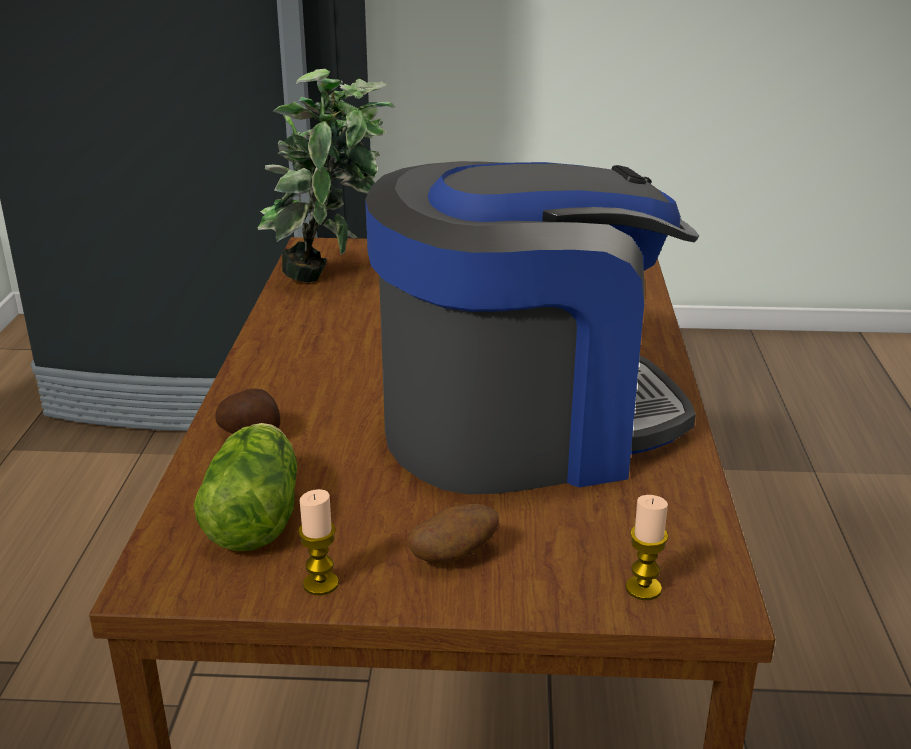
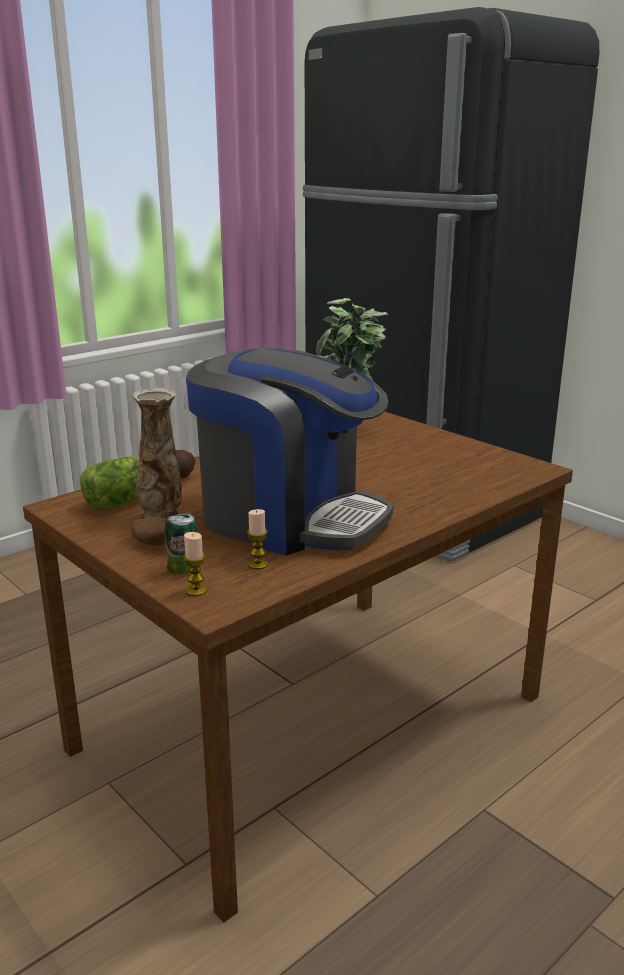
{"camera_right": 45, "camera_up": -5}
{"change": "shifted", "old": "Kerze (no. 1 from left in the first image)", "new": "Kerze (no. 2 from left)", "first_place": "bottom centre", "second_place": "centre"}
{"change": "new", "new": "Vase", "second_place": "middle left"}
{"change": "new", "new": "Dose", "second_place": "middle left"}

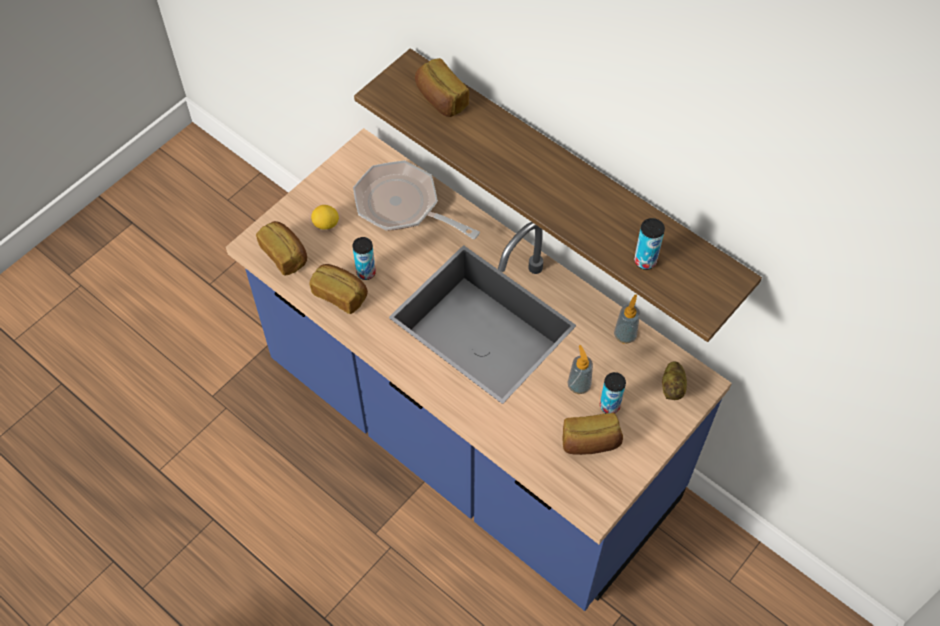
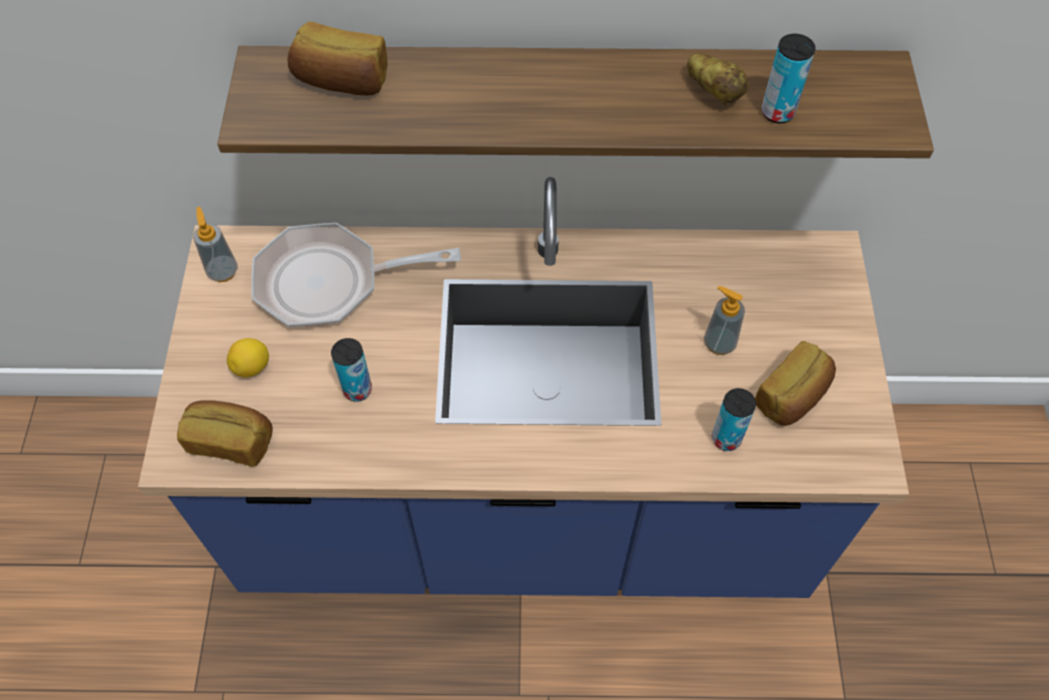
{"camera_right": -40, "camera_up": 0}
{"change": "gone", "old": "Brot (no. 2 from left)", "first_place": "centre"}
{"change": "shifted", "old": "Seifenspender (no. 2 from left in the first image)", "new": "Seifenspender (no. 1 from left)", "first_place": "middle right", "second_place": "middle left"}
{"change": "shifted", "old": "Kartoffel", "first_place": "middle right", "second_place": "top right"}
{"change": "shifted", "old": "Dose (no. 2 from left)", "first_place": "centre", "second_place": "middle right"}

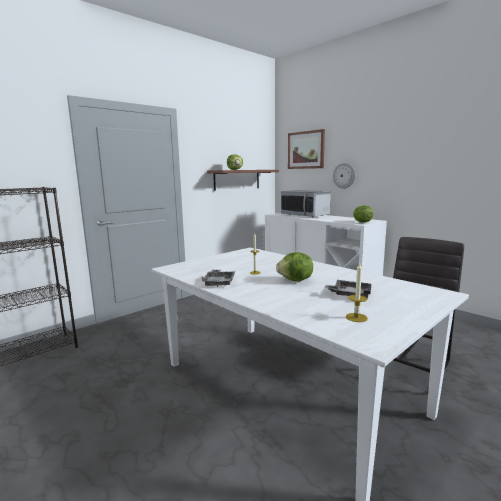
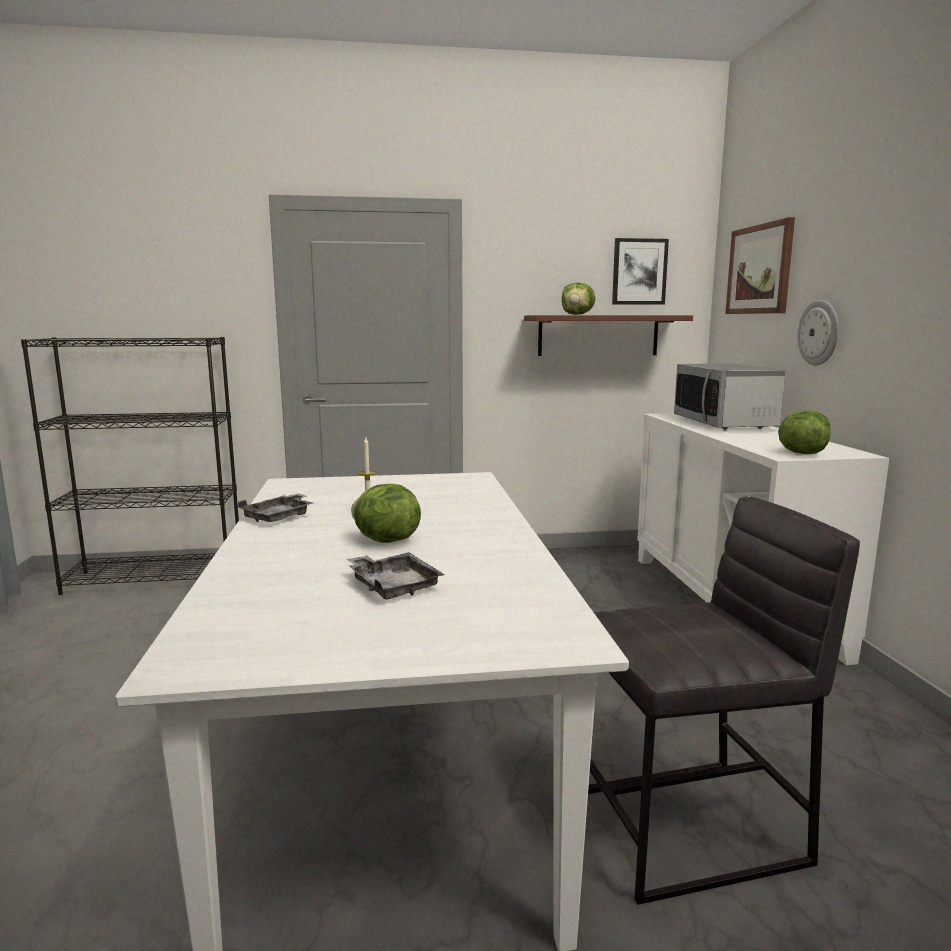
{"camera_right": 35, "camera_up": 0}
{"change": "gone", "old": "Kerze (no. 2 from left)", "first_place": "middle right"}
{"change": "new", "new": "Bild (no. 1 from left)", "second_place": "top right"}

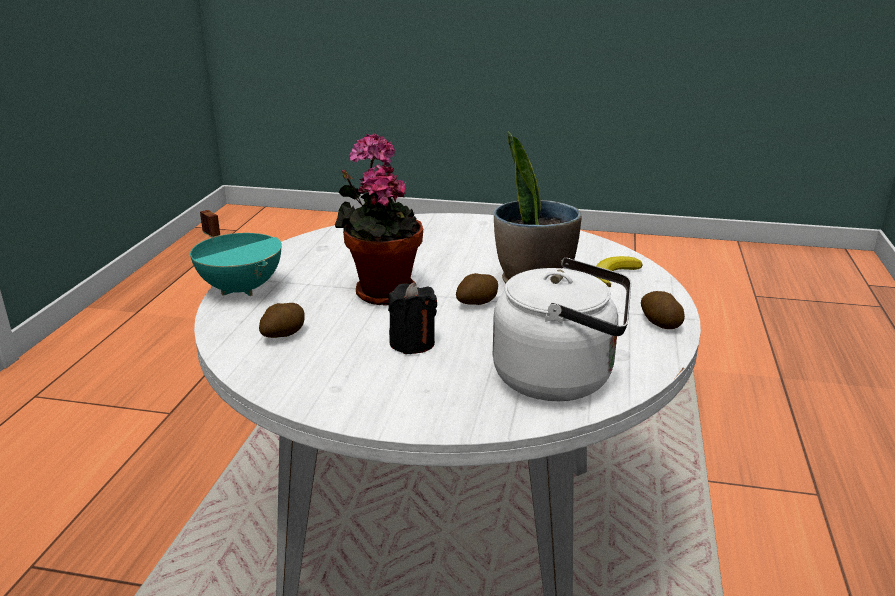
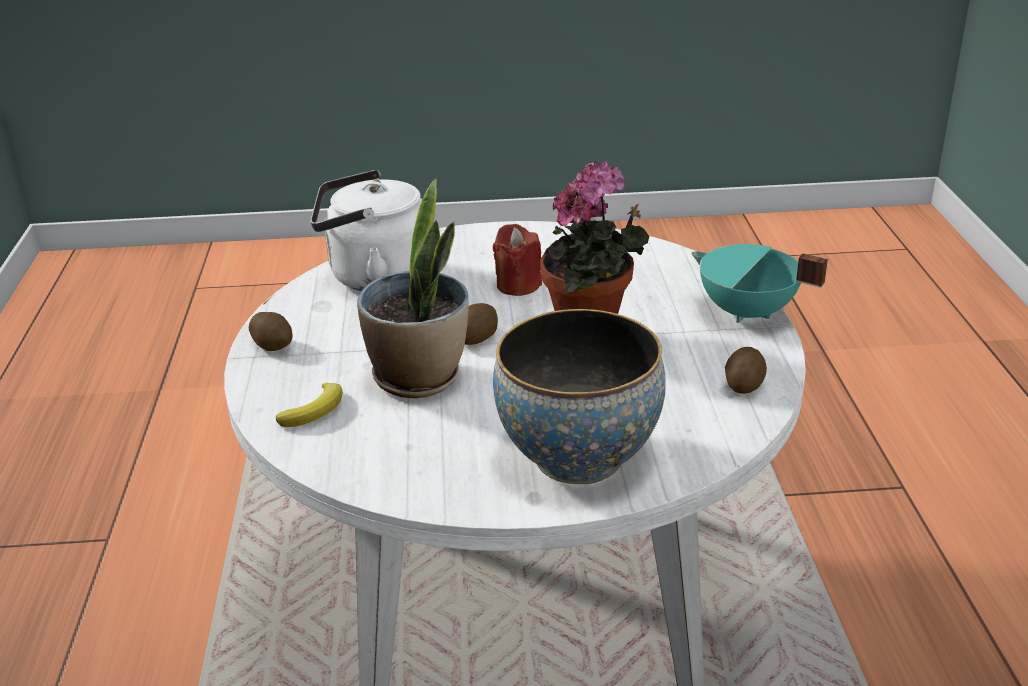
{"camera_right": 165, "camera_up": 5}
{"change": "repainted", "old": "Kerze/schwarz", "new": "Kerze/rot", "first_place": "centre", "second_place": "centre"}
{"change": "shifted", "old": "Kartoffel (no. 1 from left in the first image)", "new": "Kartoffel (no. 3 from left)", "first_place": "middle left", "second_place": "middle right"}
{"change": "new", "new": "Schüssel", "second_place": "centre"}

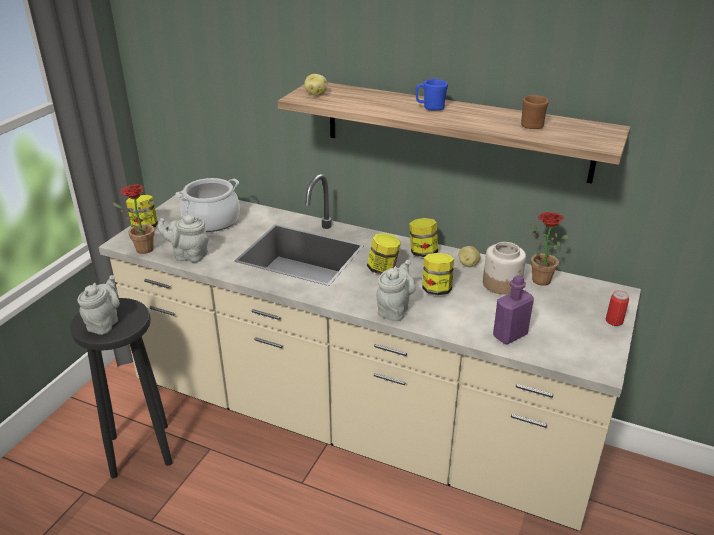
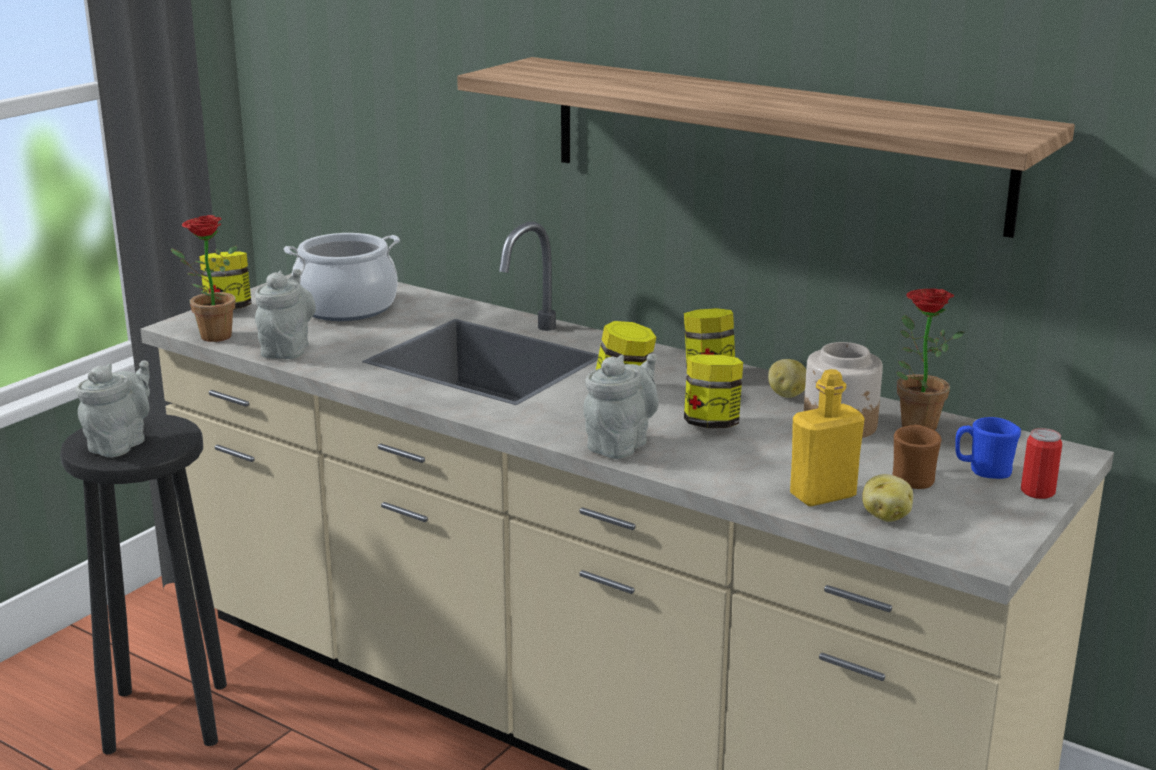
{"camera_right": 10, "camera_up": -10}
{"change": "shifted", "old": "Kartoffel (no. 1 from left in the first image)", "new": "Kartoffel (no. 2 from left)", "first_place": "top centre", "second_place": "middle right"}
{"change": "shifted", "old": "Henkelbecher/blau", "first_place": "top centre", "second_place": "middle right"}
{"change": "shifted", "old": "Henkelbecher/braun", "first_place": "top right", "second_place": "middle right"}
{"change": "rotated", "old": "Teekanne/grau (no. 2 from left)", "first_place": "middle left", "second_place": "middle left", "degrees": 75}
{"change": "repainted", "old": "Flasche/lila", "new": "Flasche/gelb", "first_place": "middle right", "second_place": "middle right"}

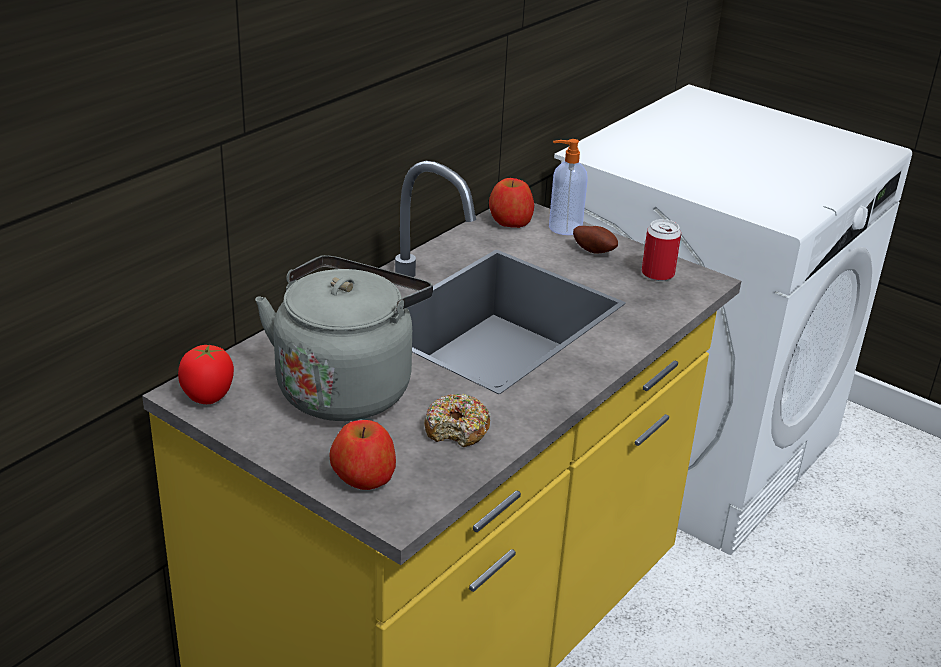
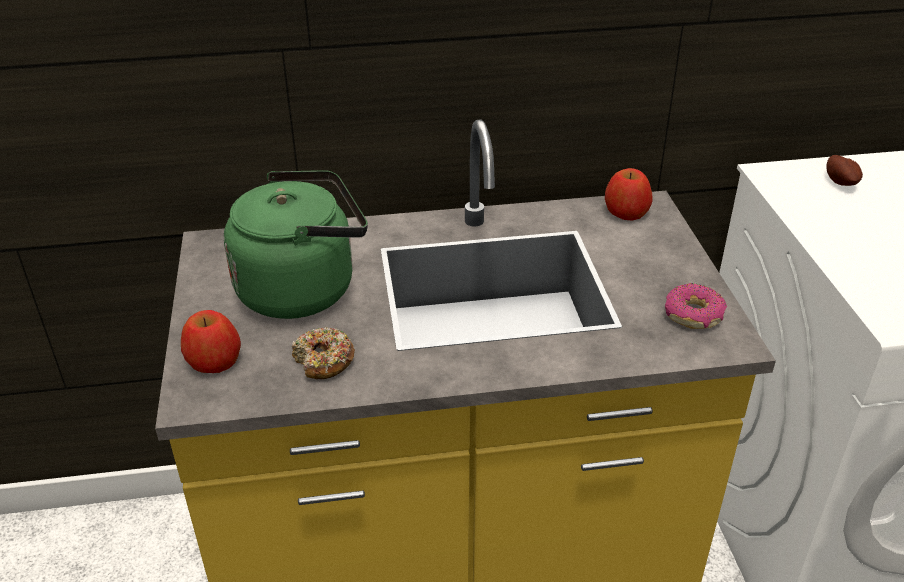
{"camera_right": 45, "camera_up": 5}
{"change": "gone", "old": "Seifenspender", "first_place": "top centre"}
{"change": "swapped", "old": "Dose", "new": "Donut (no. 2 from left)", "first_place": "middle right", "second_place": "middle right"}
{"change": "shifted", "old": "Kartoffel", "first_place": "centre", "second_place": "top right"}
{"change": "repainted", "old": "Wasserkessel/grau", "new": "Wasserkessel/grün", "first_place": "centre", "second_place": "middle left"}
{"change": "gone", "old": "Tomate", "first_place": "middle left"}

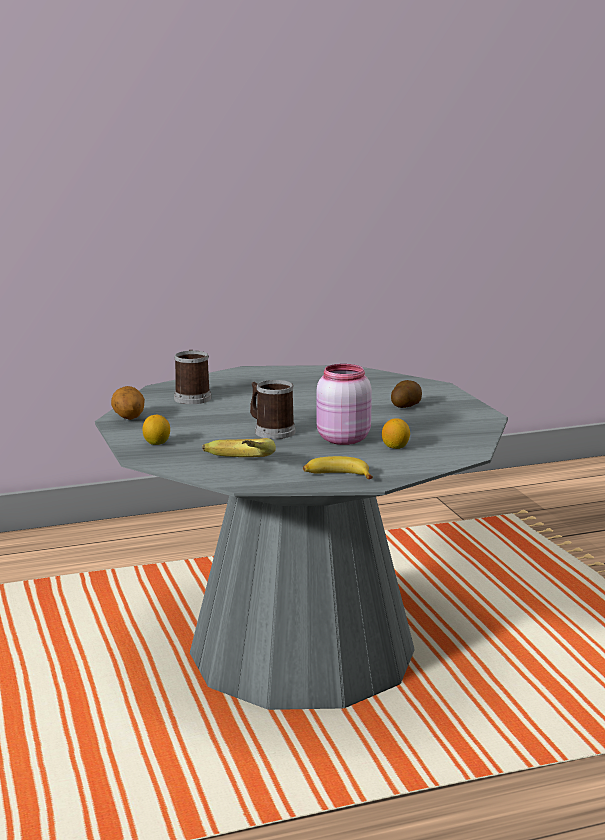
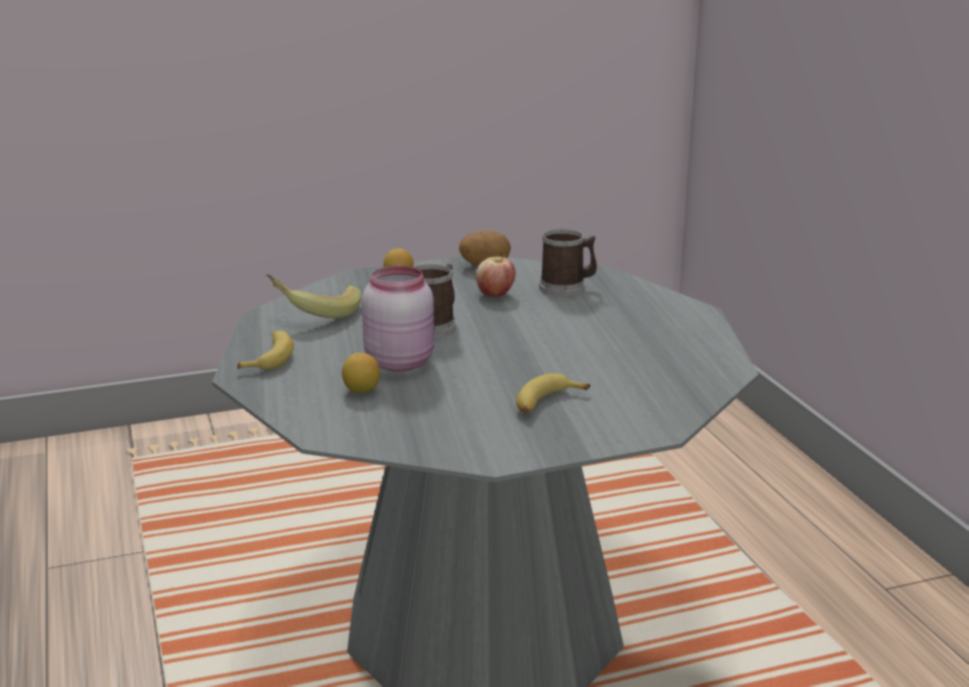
{"camera_right": 90, "camera_up": 5}
{"change": "swapped", "old": "Kartoffel (no. 2 from left)", "new": "Banane (no. 3 from left)", "first_place": "middle right", "second_place": "centre"}
{"change": "new", "new": "Apfel", "second_place": "centre"}

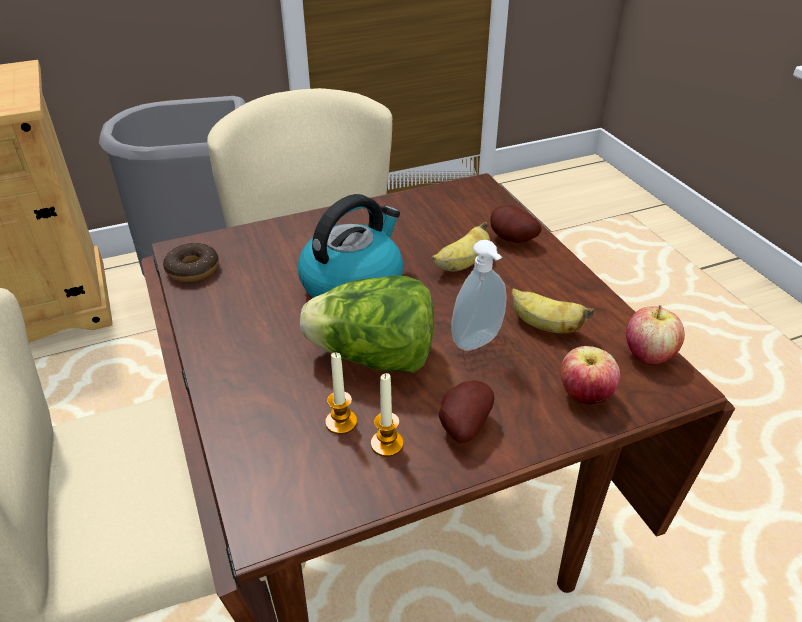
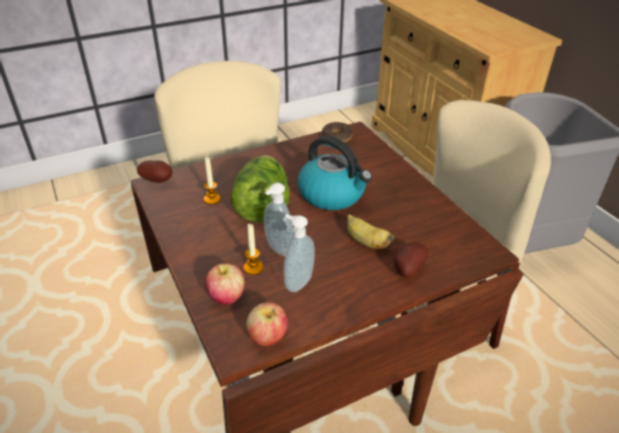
{"camera_right": 85, "camera_up": 0}
{"change": "swapped", "old": "Banane (no. 2 from left)", "new": "Seifenspender (no. 2 from left)", "first_place": "middle right", "second_place": "centre"}
{"change": "shifted", "old": "Kerze (no. 2 from left)", "first_place": "bottom centre", "second_place": "centre"}
{"change": "shifted", "old": "Kartoffel (no. 1 from left)", "first_place": "centre", "second_place": "middle left"}

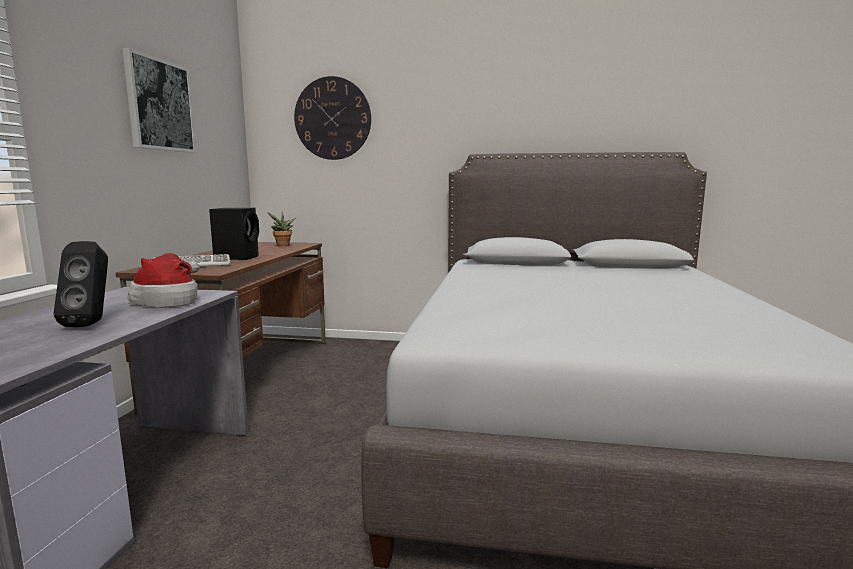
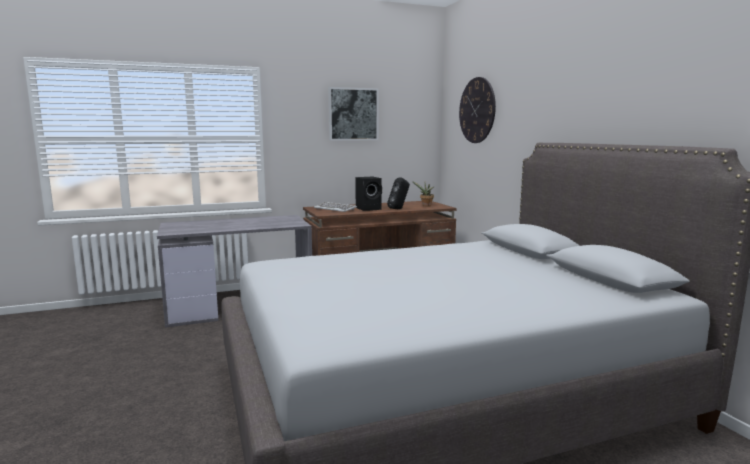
{"camera_right": 60, "camera_up": 0}
{"change": "shifted", "old": "Lautsprecher/schwarz (no. 1 from left in the first image)", "new": "Lautsprecher/schwarz (no. 2 from left)", "first_place": "middle left", "second_place": "centre"}
{"change": "gone", "old": "Hut", "first_place": "middle left"}

